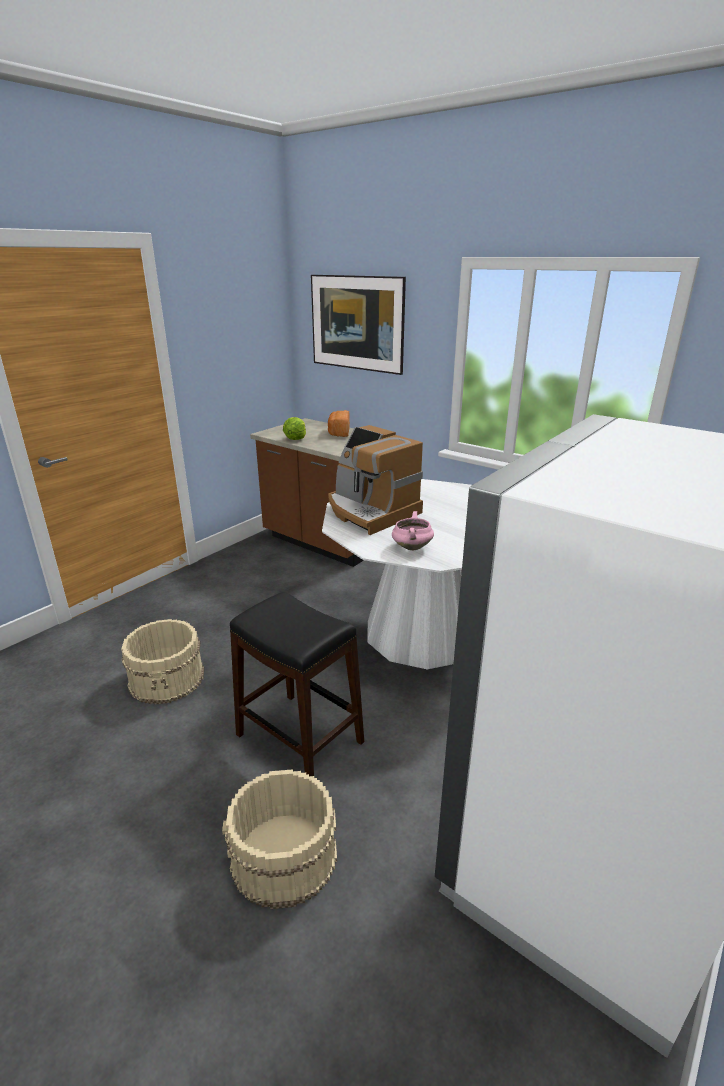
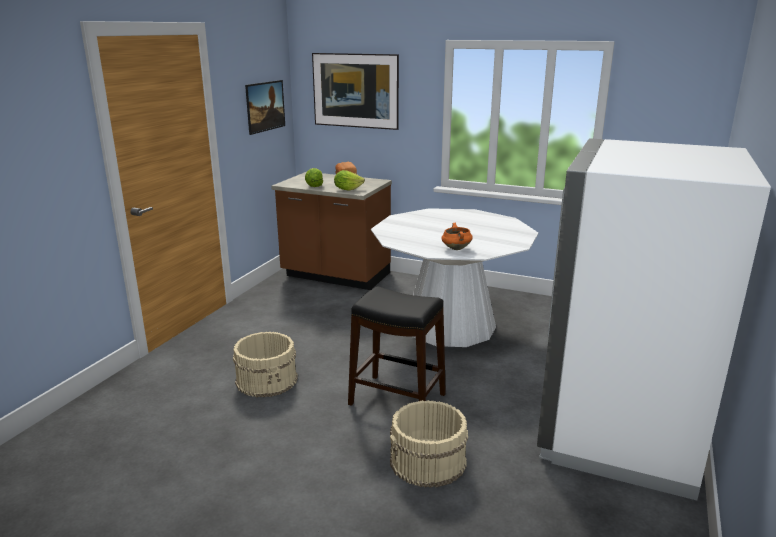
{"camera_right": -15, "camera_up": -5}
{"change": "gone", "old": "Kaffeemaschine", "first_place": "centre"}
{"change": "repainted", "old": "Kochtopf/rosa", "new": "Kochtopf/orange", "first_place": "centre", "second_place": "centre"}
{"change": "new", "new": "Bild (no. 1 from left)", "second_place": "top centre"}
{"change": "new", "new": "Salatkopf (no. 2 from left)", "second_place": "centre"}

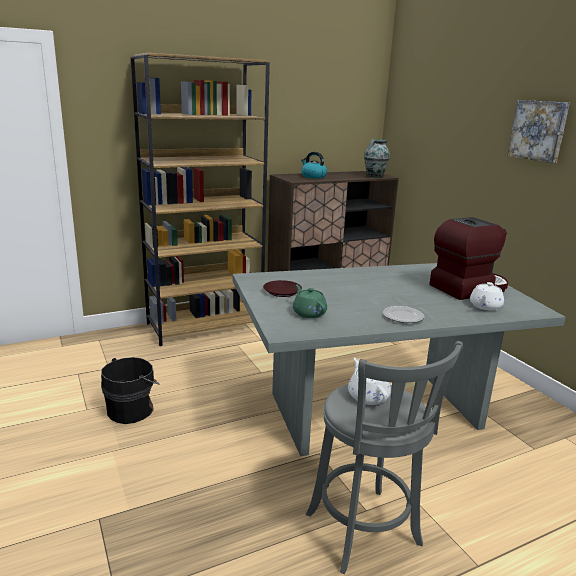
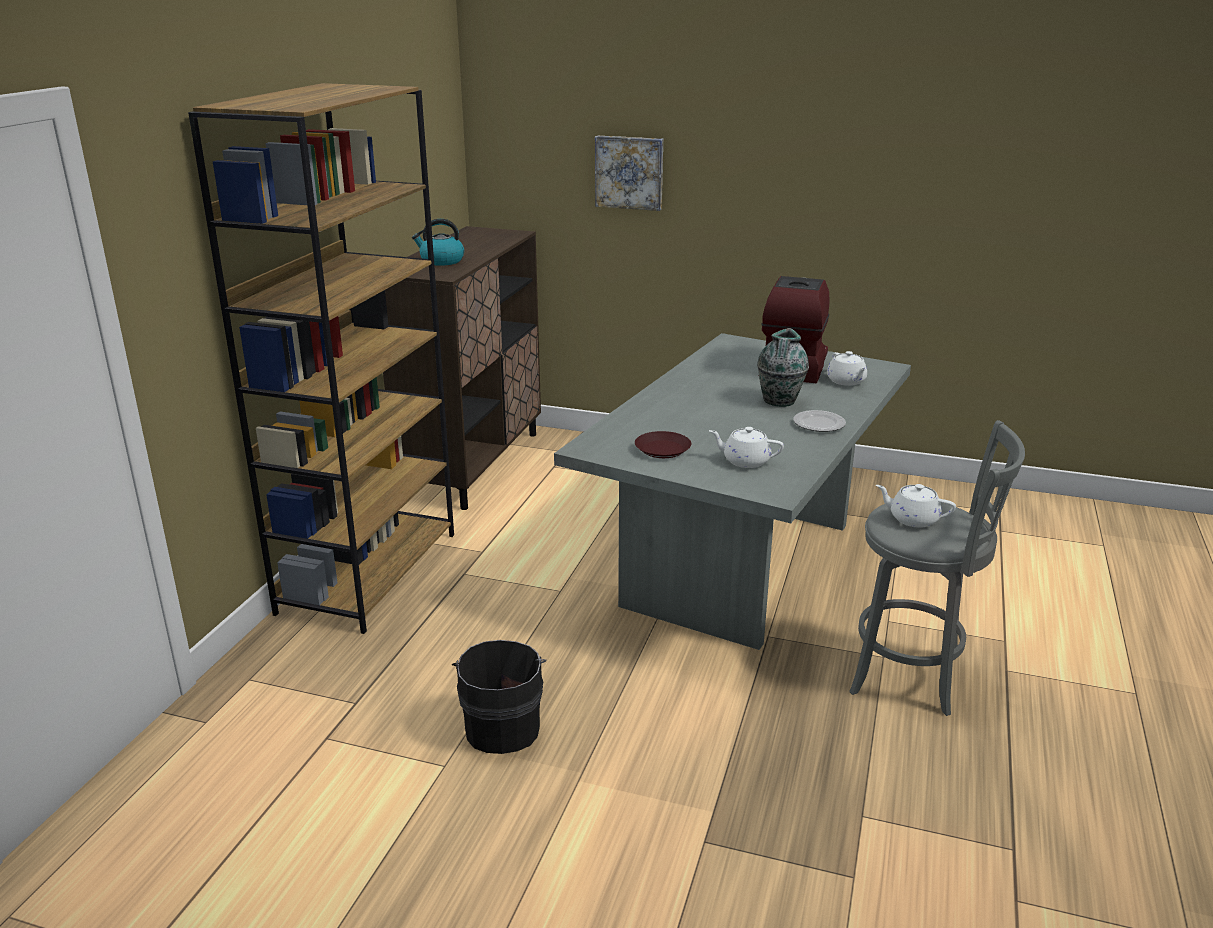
{"camera_right": -45, "camera_up": 5}
{"change": "shifted", "old": "Bild", "first_place": "top right", "second_place": "top centre"}
{"change": "shifted", "old": "Vase", "first_place": "top centre", "second_place": "centre"}
{"change": "repainted", "old": "Teekanne/grün", "new": "Teekanne/weiß (no. 1 from left)", "first_place": "centre", "second_place": "centre"}

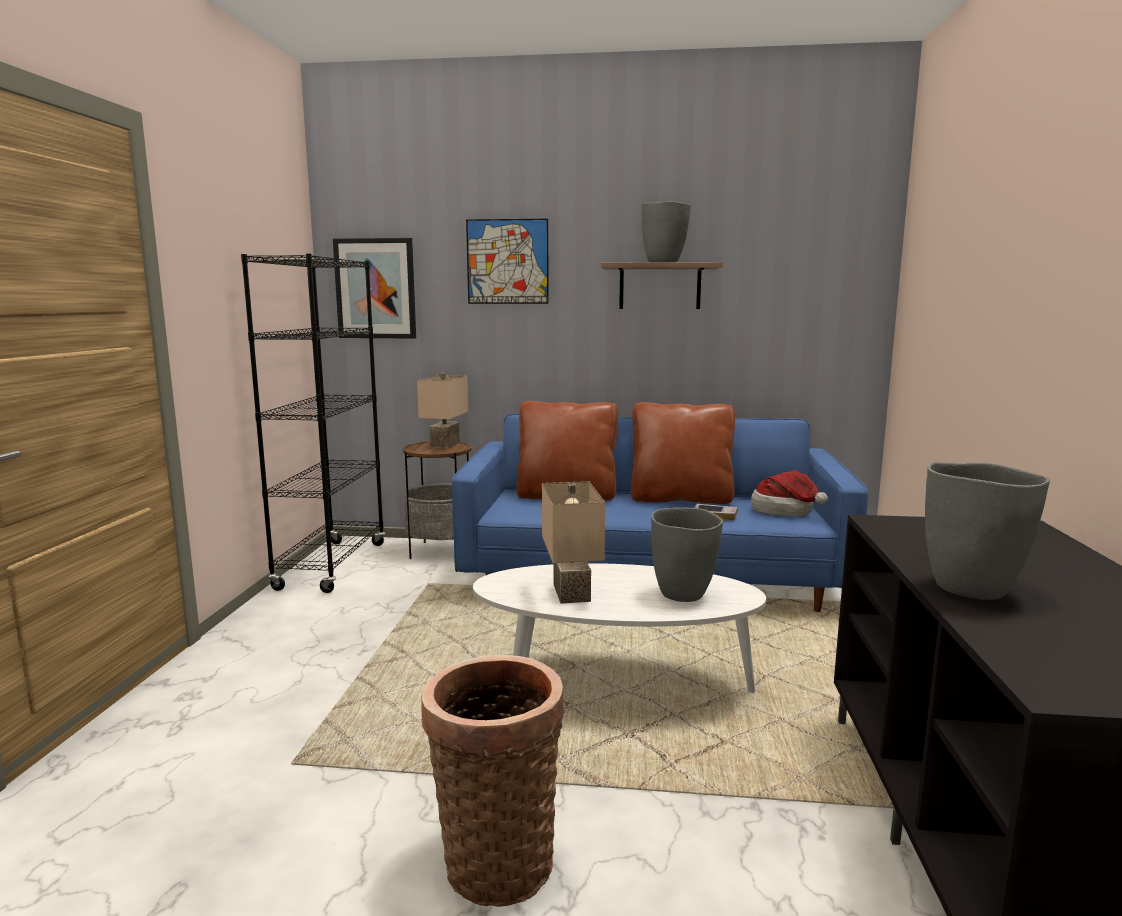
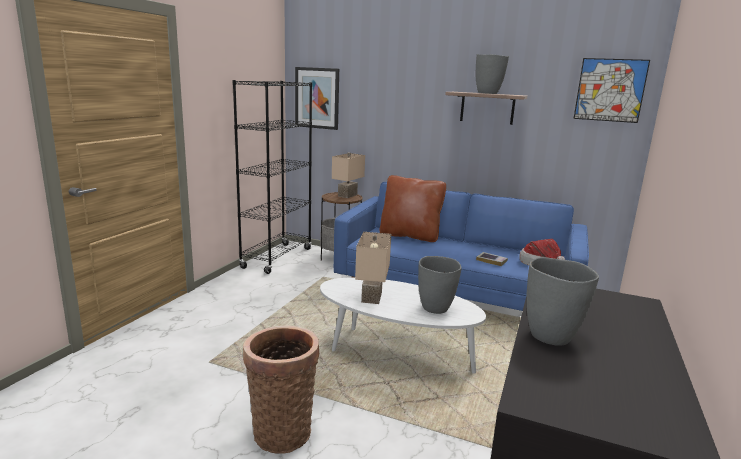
{"camera_right": 15, "camera_up": 5}
{"change": "shifted", "old": "Bild (no. 2 from left)", "first_place": "top centre", "second_place": "top right"}
{"change": "gone", "old": "Kissen/braun (no. 2 from left)", "first_place": "centre"}

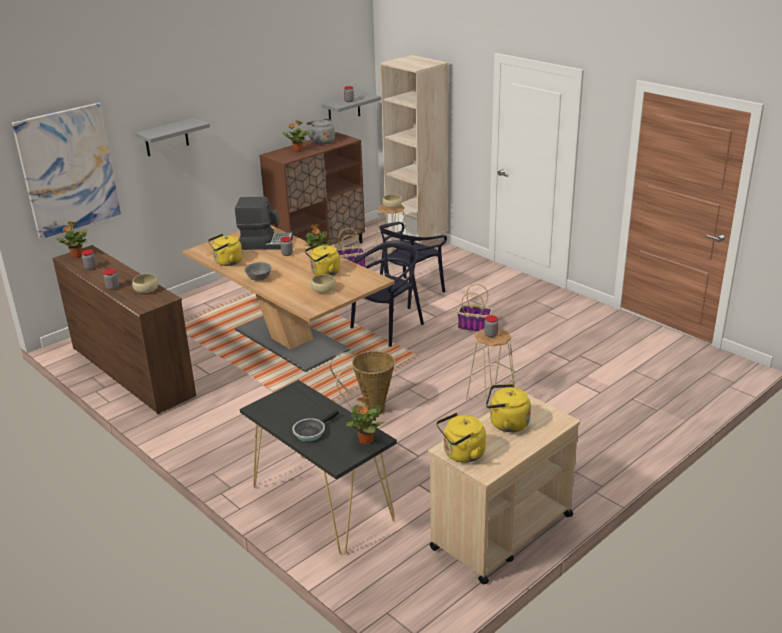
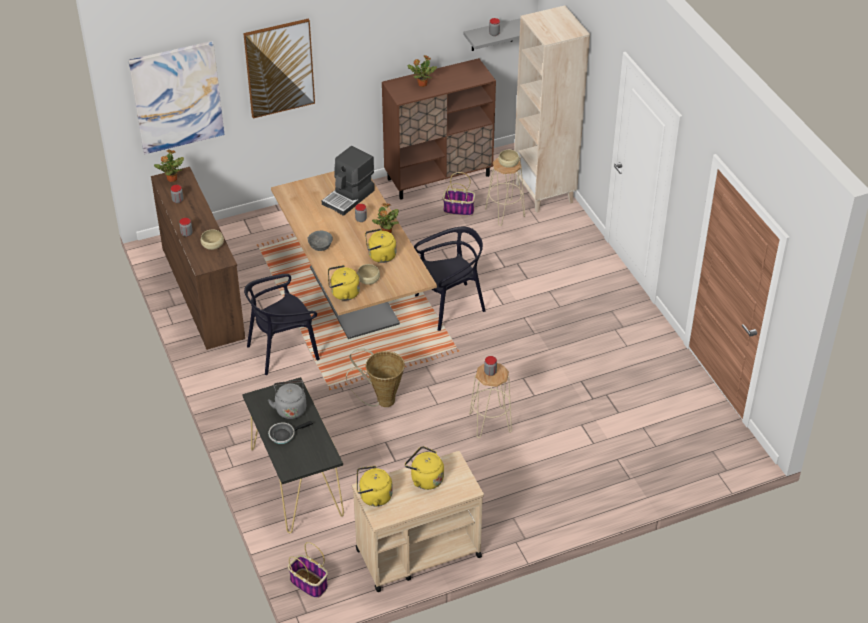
{"camera_right": 20, "camera_up": 15}
{"change": "swapped", "old": "Wandregal/grau (no. 1 from left)", "new": "Bild (no. 2 from left)", "first_place": "top left", "second_place": "top left"}
{"change": "shifted", "old": "Wasserkessel/grau", "first_place": "top centre", "second_place": "middle left"}
{"change": "rotated", "old": "Kaffeemaschine", "first_place": "centre", "second_place": "top centre", "degrees": 105}
{"change": "shifted", "old": "Stuhl/schwarz (no. 2 from left in the first image)", "new": "Stuhl/schwarz (no. 1 from left)", "first_place": "centre", "second_place": "middle left"}
{"change": "shifted", "old": "Wasserkessel/gelb (no. 1 from left)", "first_place": "middle left", "second_place": "centre"}
{"change": "shifted", "old": "Korb (no. 3 from left in the first image)", "new": "Korb (no. 1 from left)", "first_place": "centre", "second_place": "bottom centre"}
{"change": "gone", "old": "Topfpflanze (no. 4 from left)", "first_place": "centre"}

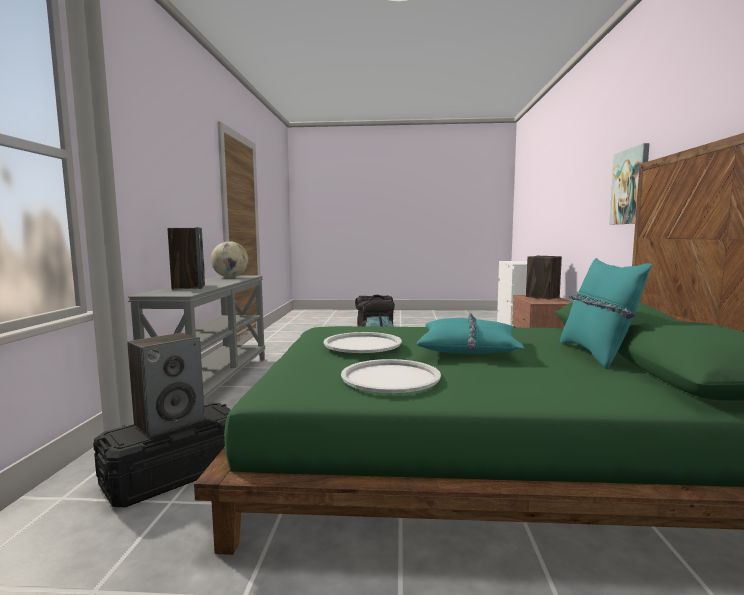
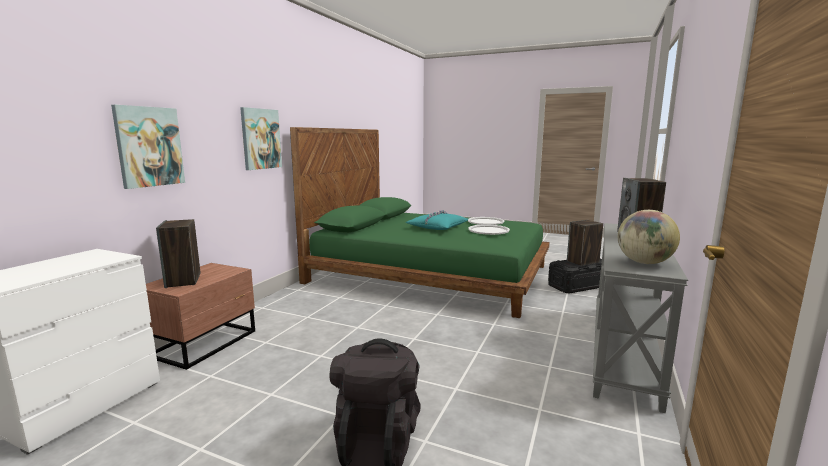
{"camera_right": -160, "camera_up": 5}
{"change": "gone", "old": "Kissen/türkis (no. 2 from left)", "first_place": "middle right"}
{"change": "new", "new": "Bild (no. 1 from left)", "second_place": "top left"}

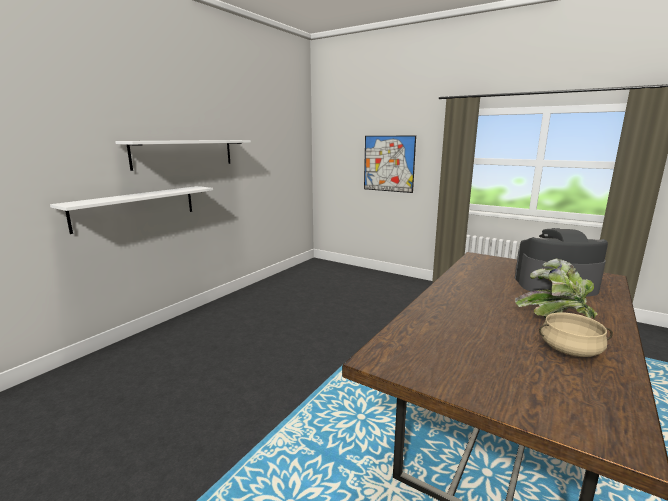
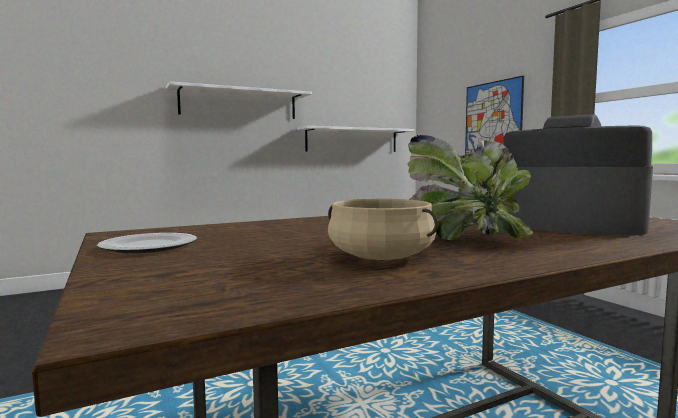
{"camera_right": 30, "camera_up": -10}
{"change": "shifted", "old": "Wandregal/weiß (no. 1 from left in the first image)", "new": "Wandregal/weiß (no. 2 from left)", "first_place": "middle left", "second_place": "top centre"}
{"change": "new", "new": "Teller", "second_place": "middle left"}

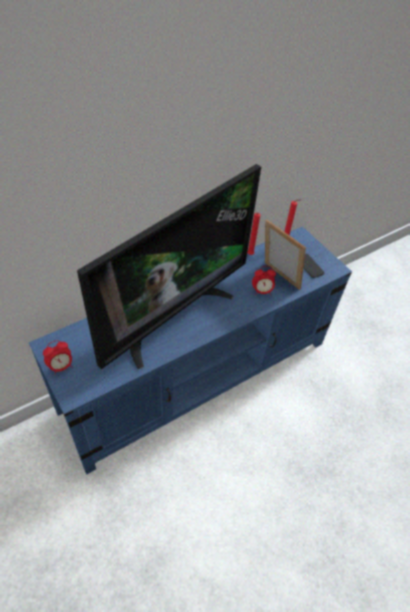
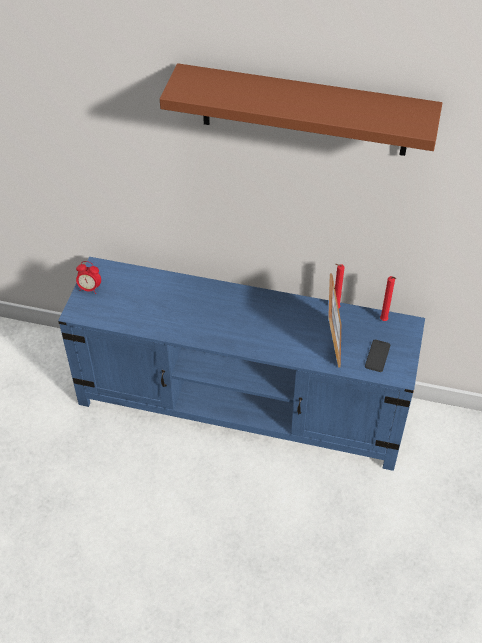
{"camera_right": 50, "camera_up": 0}
{"change": "gone", "old": "Fernseher", "first_place": "centre"}
{"change": "gone", "old": "Wecker (no. 2 from left)", "first_place": "centre"}
{"change": "new", "new": "Wandregal/braun", "second_place": "top centre"}

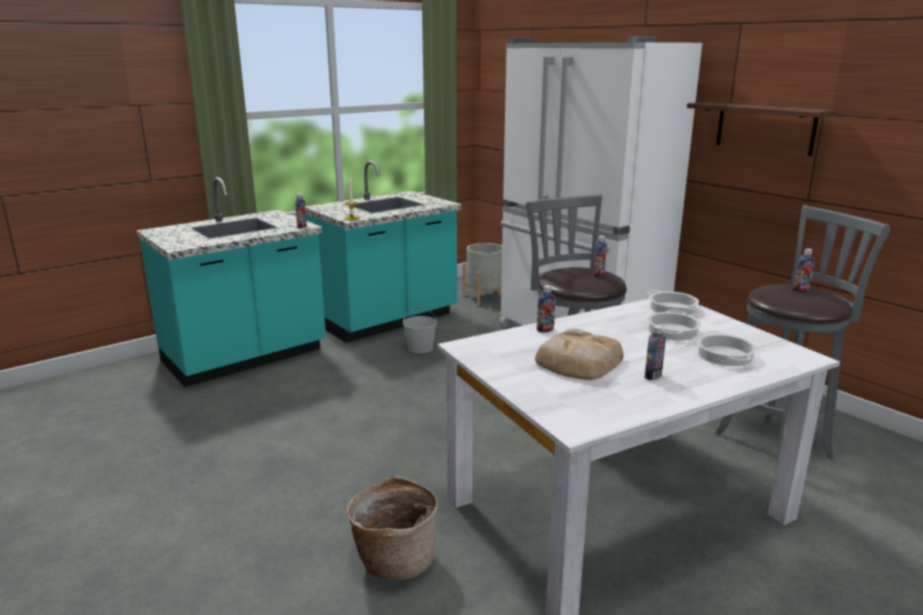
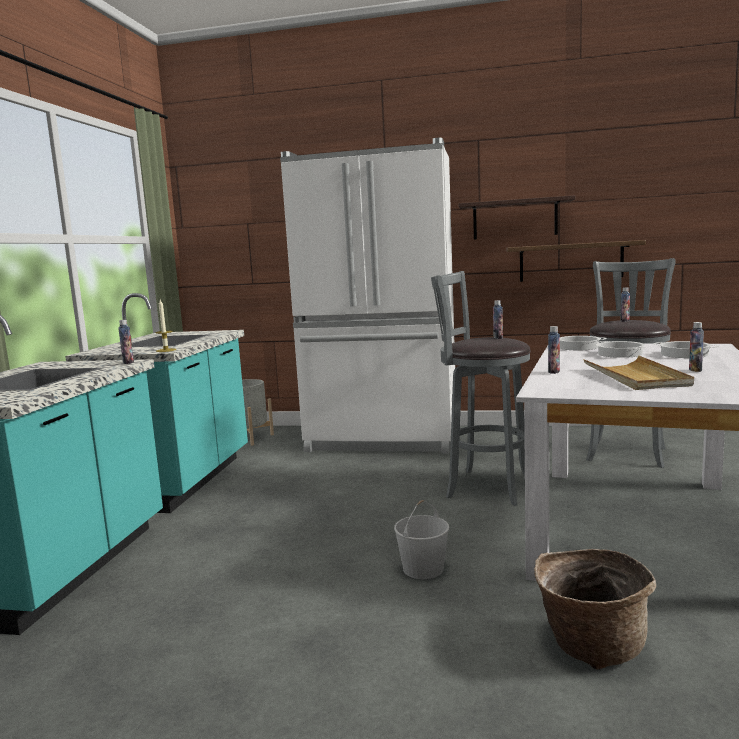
{"camera_right": -40, "camera_up": -10}
{"change": "shifted", "old": "Eimer/weiß", "first_place": "centre", "second_place": "bottom centre"}
{"change": "swapped", "old": "Brot", "new": "Tablett/beige", "first_place": "centre", "second_place": "middle right"}
{"change": "new", "new": "Wandregal (no. 2 from left)", "second_place": "middle right"}

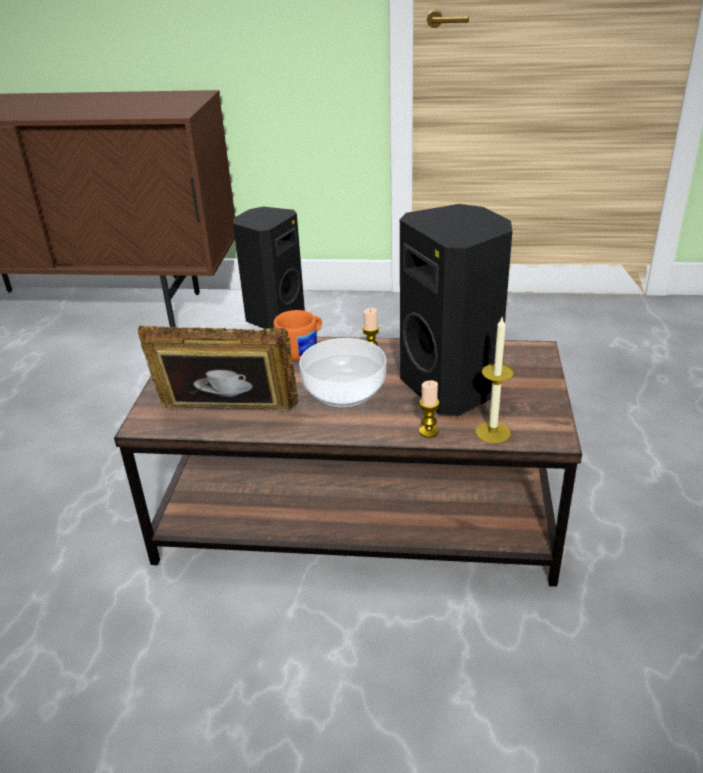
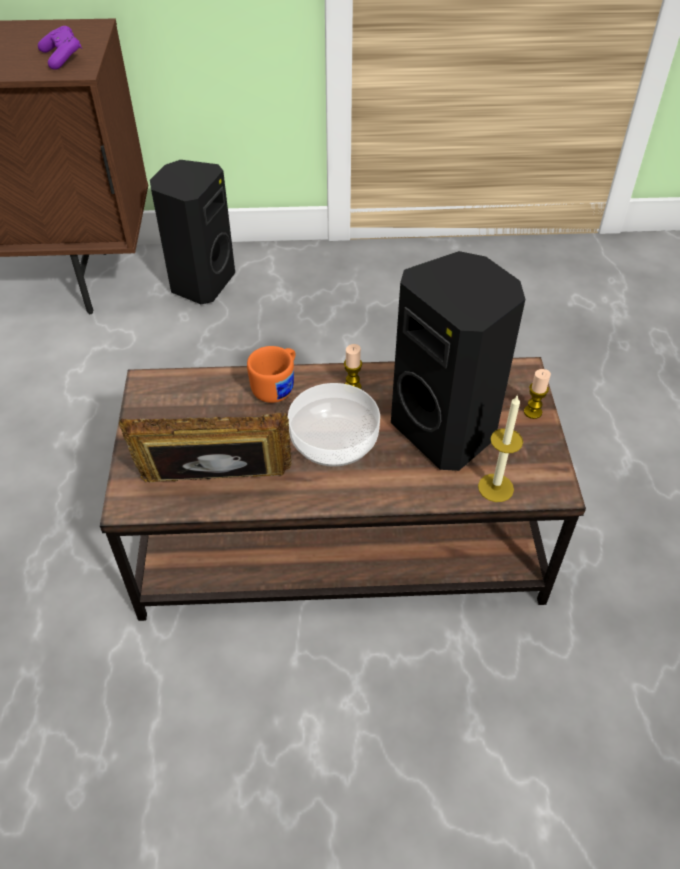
{"camera_right": -10, "camera_up": 15}
{"change": "shifted", "old": "Kerze (no. 2 from left in the first image)", "new": "Kerze (no. 3 from left)", "first_place": "centre", "second_place": "middle right"}
{"change": "new", "new": "Gamepad/lila", "second_place": "top left"}

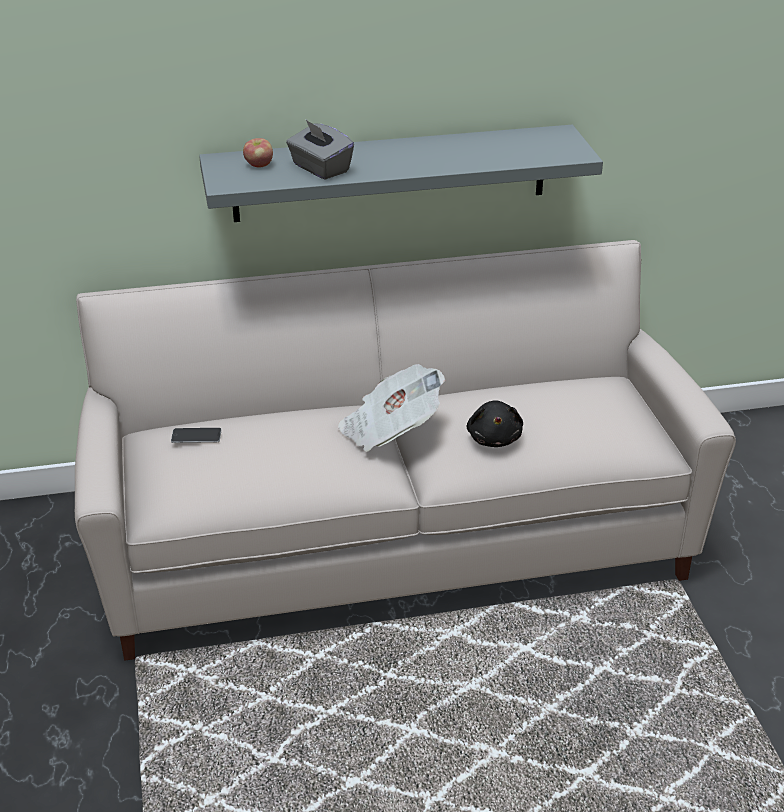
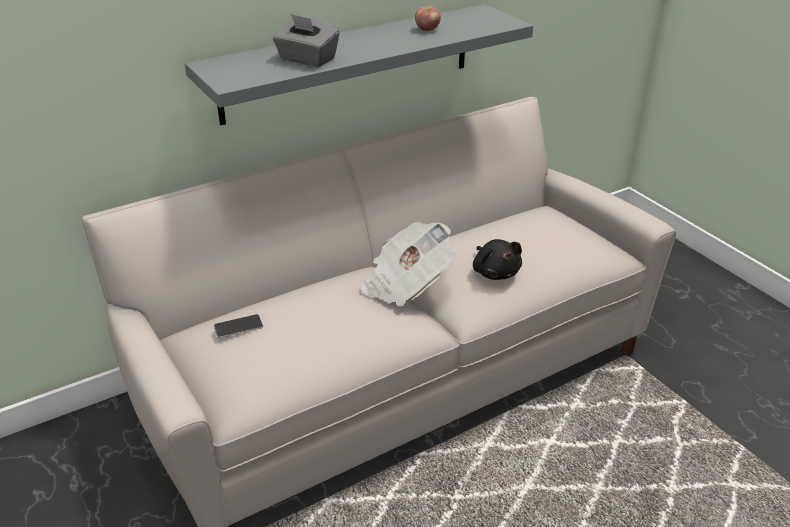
{"camera_right": -20, "camera_up": 0}
{"change": "shifted", "old": "Apfel", "first_place": "top left", "second_place": "top centre"}

